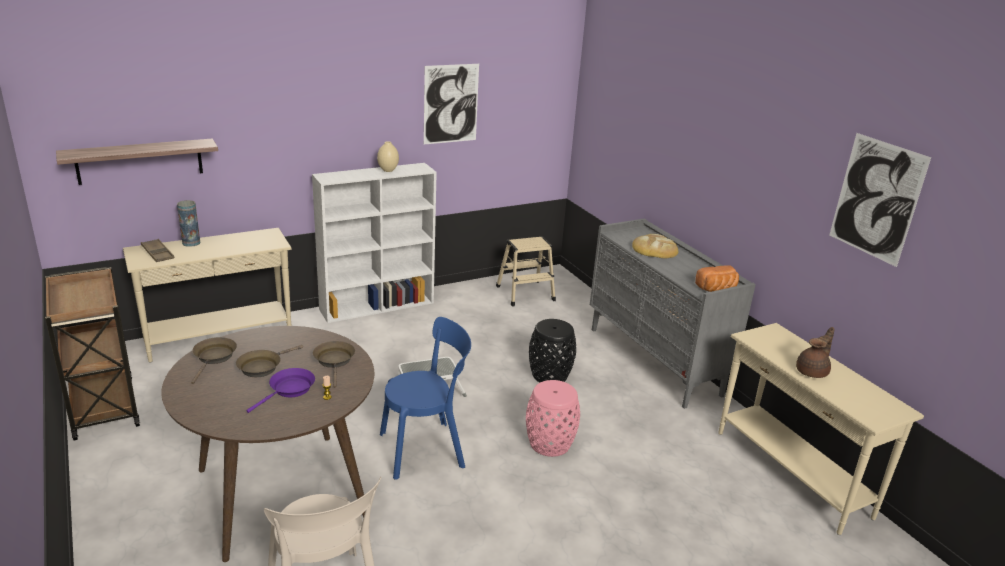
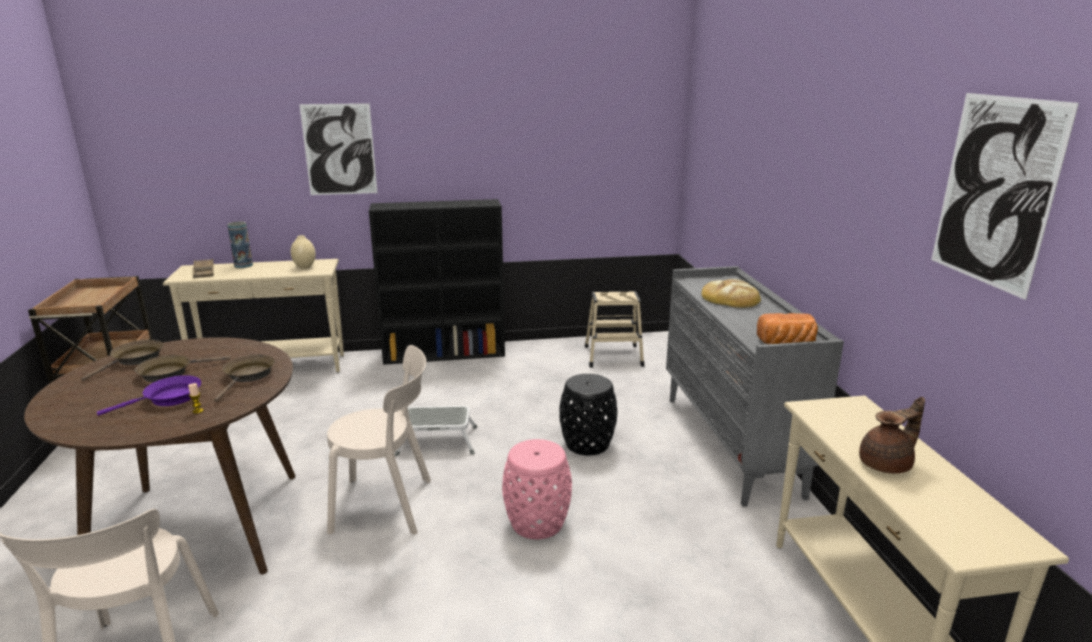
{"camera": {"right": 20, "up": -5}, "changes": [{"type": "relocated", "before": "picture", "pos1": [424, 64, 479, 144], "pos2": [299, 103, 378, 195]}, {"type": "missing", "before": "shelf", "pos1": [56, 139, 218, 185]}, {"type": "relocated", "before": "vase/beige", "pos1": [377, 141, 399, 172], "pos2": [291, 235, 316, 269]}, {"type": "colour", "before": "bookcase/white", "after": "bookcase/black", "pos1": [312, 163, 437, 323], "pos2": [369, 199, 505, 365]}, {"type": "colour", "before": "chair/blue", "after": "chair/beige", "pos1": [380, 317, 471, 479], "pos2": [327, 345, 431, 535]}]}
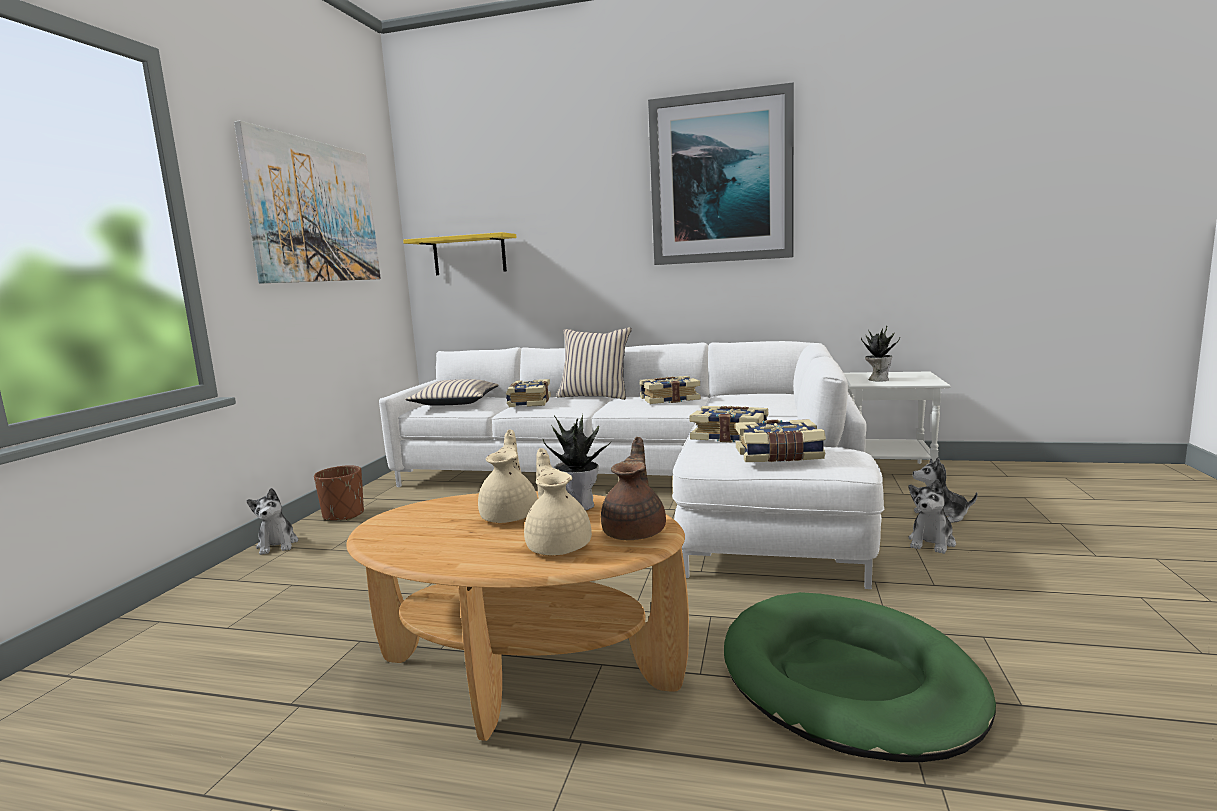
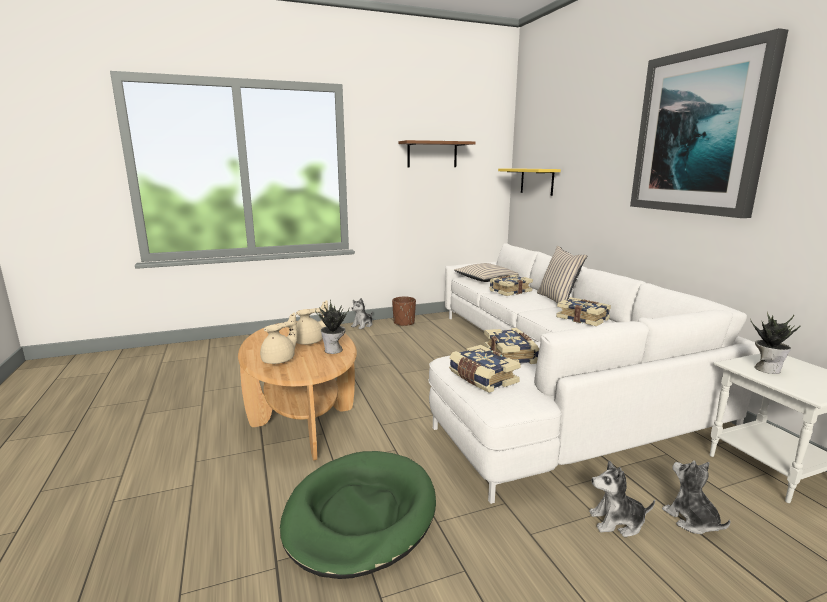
{"camera": {"right": 55, "up": 5}, "changes": [{"type": "exchanged", "before": "picture", "after": "shelf/brown", "pos1": [234, 121, 381, 284], "pos2": [399, 140, 476, 167]}, {"type": "missing", "before": "teapot/brown", "pos1": [601, 437, 666, 540]}]}
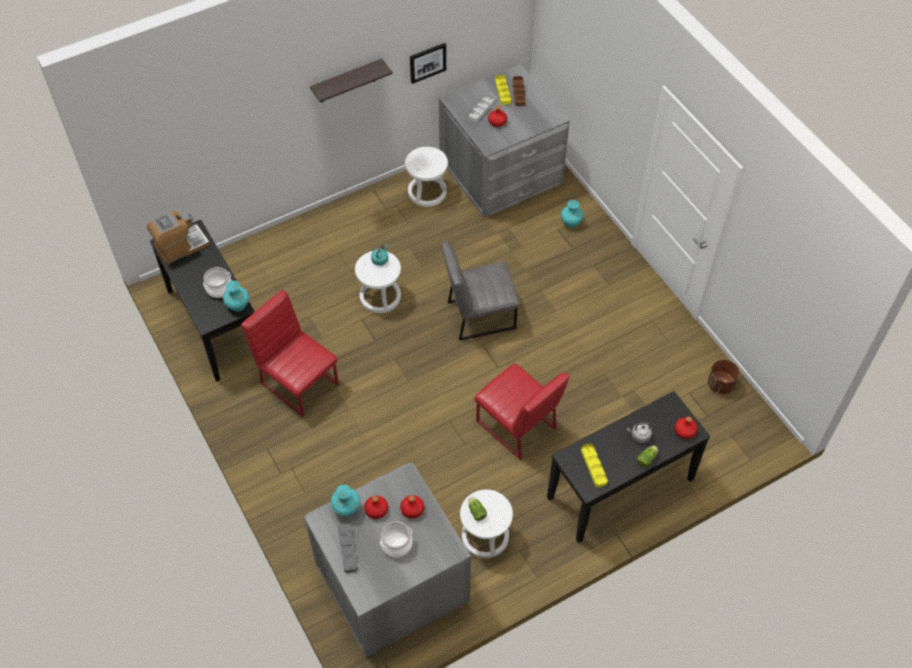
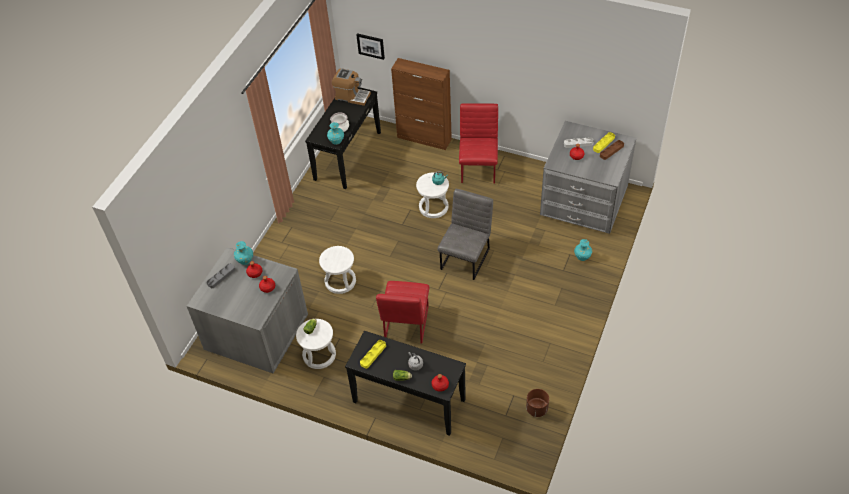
{"camera": {"right": 55, "up": -5}, "changes": [{"type": "relocated", "before": "picture", "pos1": [410, 43, 446, 84], "pos2": [356, 33, 385, 60]}, {"type": "missing", "before": "shelf", "pos1": [310, 59, 393, 102]}, {"type": "relocated", "before": "stool/white", "pos1": [405, 147, 448, 207], "pos2": [319, 246, 356, 294]}, {"type": "spun", "before": "chair/grey", "pos1": [441, 241, 519, 340], "pos2": [438, 189, 493, 280], "turn": 75}, {"type": "relocated", "before": "chair/red", "pos1": [241, 290, 339, 417], "pos2": [459, 103, 498, 183]}, {"type": "missing", "before": "cooking pot", "pos1": [380, 521, 413, 557]}, {"type": "appeared", "after": "cabinet/brown", "pos2": [391, 58, 452, 150]}]}
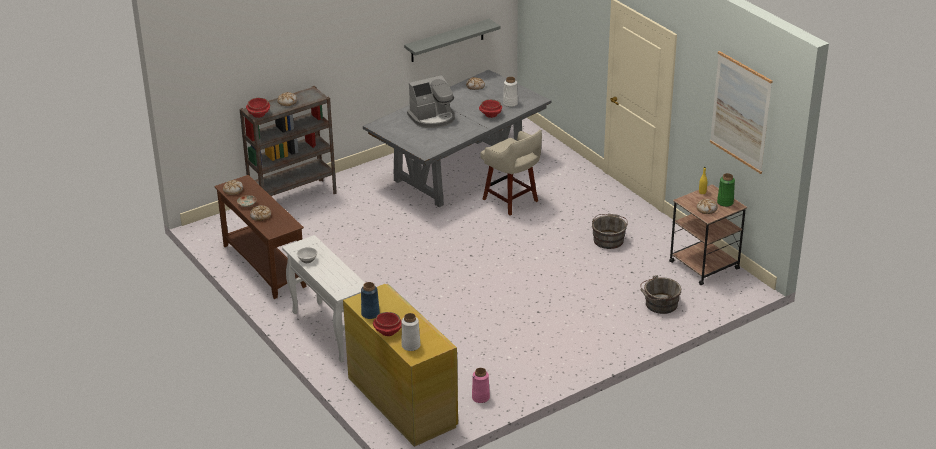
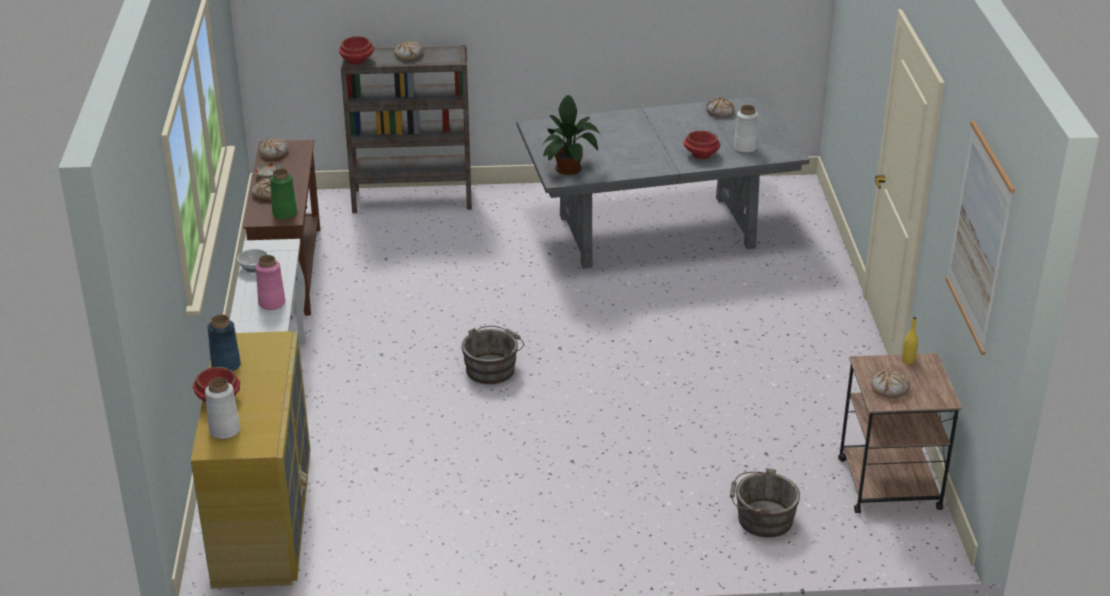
{"camera": {"right": 30, "up": 0}, "changes": [{"type": "missing", "before": "shelf/grey", "pos1": [404, 19, 501, 62]}, {"type": "missing", "before": "coffee machine", "pos1": [407, 75, 455, 128]}, {"type": "missing", "before": "stool/beige", "pos1": [480, 130, 542, 216]}, {"type": "relocated", "before": "vase/green", "pos1": [717, 173, 735, 207], "pos2": [270, 169, 297, 219]}, {"type": "relocated", "before": "bucket/grey", "pos1": [592, 213, 628, 249], "pos2": [462, 326, 524, 384]}, {"type": "relocated", "before": "vase/pink", "pos1": [472, 368, 490, 403], "pos2": [255, 255, 285, 310]}, {"type": "appeared", "after": "potted plant", "pos2": [543, 95, 602, 175]}]}
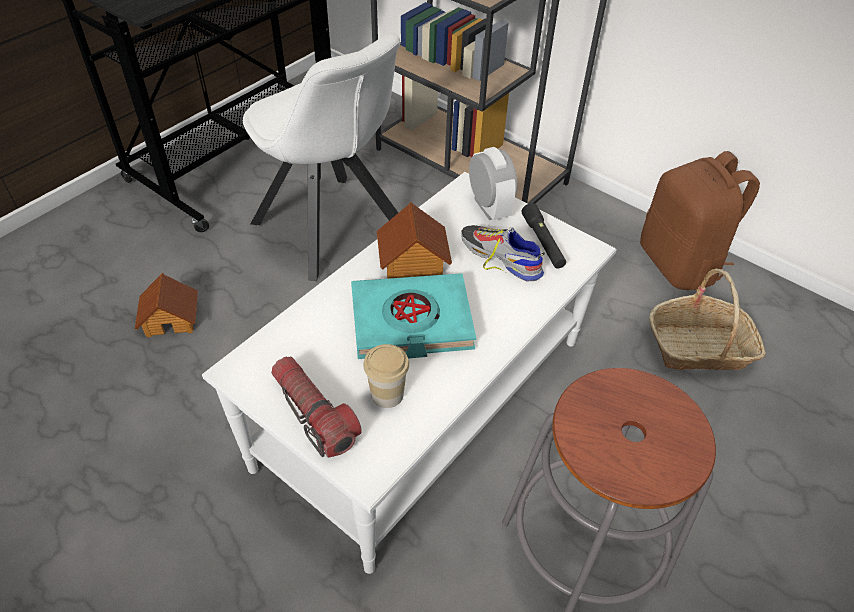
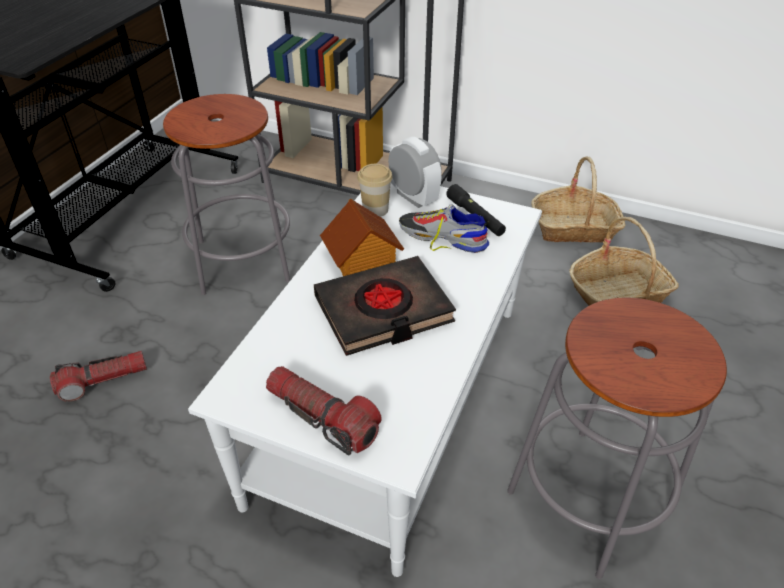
{"camera": {"right": -15, "up": -5}, "changes": [{"type": "exchanged", "before": "chair/white", "after": "stool/grey", "pos1": [243, 33, 400, 281], "pos2": [163, 94, 290, 295]}, {"type": "exchanged", "before": "backpack/brown", "after": "basket", "pos1": [640, 151, 760, 290], "pos2": [531, 157, 626, 243]}, {"type": "exchanged", "before": "toy house", "after": "flashlight", "pos1": [135, 273, 198, 337], "pos2": [50, 351, 147, 402]}, {"type": "colour", "before": "book/turquoise", "after": "book/black", "pos1": [351, 273, 476, 359], "pos2": [314, 256, 456, 356]}, {"type": "relocated", "before": "cup", "pos1": [363, 344, 409, 408], "pos2": [357, 164, 393, 217]}]}
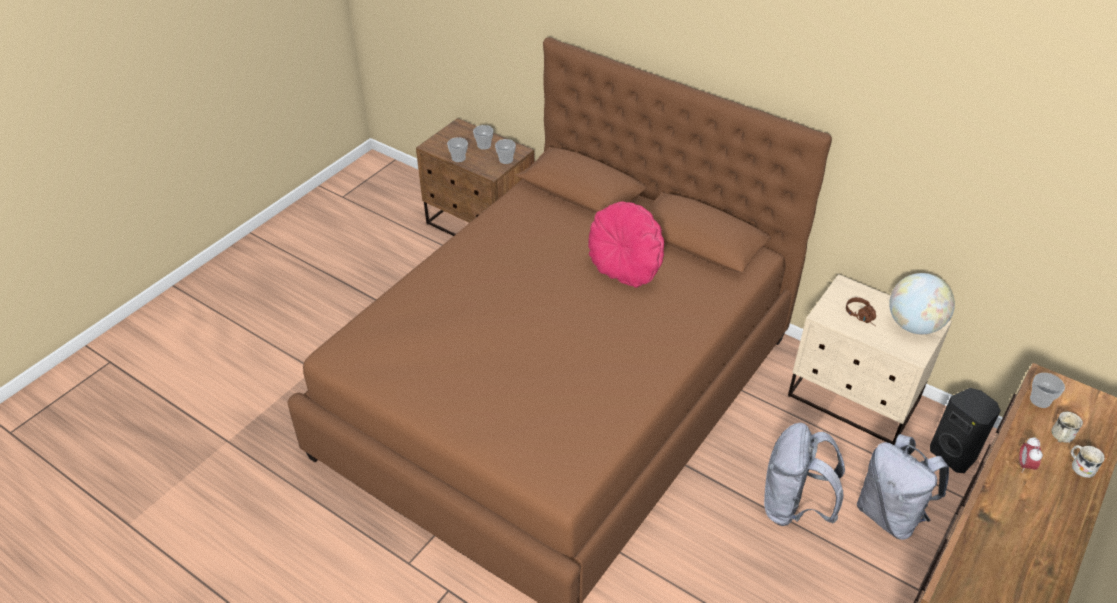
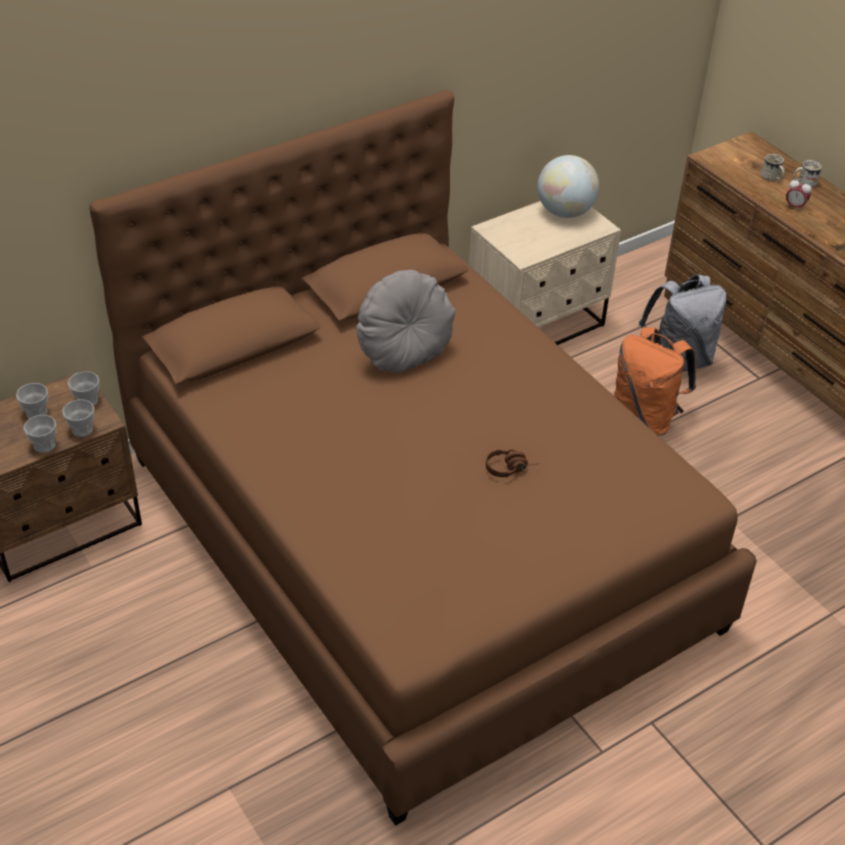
{"camera": {"right": -70, "up": 0}, "changes": [{"type": "colour", "before": "pillow/pink", "after": "pillow/grey", "pos1": [588, 201, 664, 288], "pos2": [356, 270, 455, 373]}, {"type": "relocated", "before": "headphones/brown", "pos1": [846, 297, 876, 326], "pos2": [486, 449, 539, 478]}, {"type": "relocated", "before": "cup", "pos1": [1030, 373, 1065, 408], "pos2": [62, 399, 94, 437]}, {"type": "missing", "before": "speaker/black", "pos1": [930, 388, 1001, 473]}, {"type": "colour", "before": "backpack/grey", "after": "backpack/orange", "pos1": [764, 423, 845, 526], "pos2": [614, 327, 696, 436]}]}
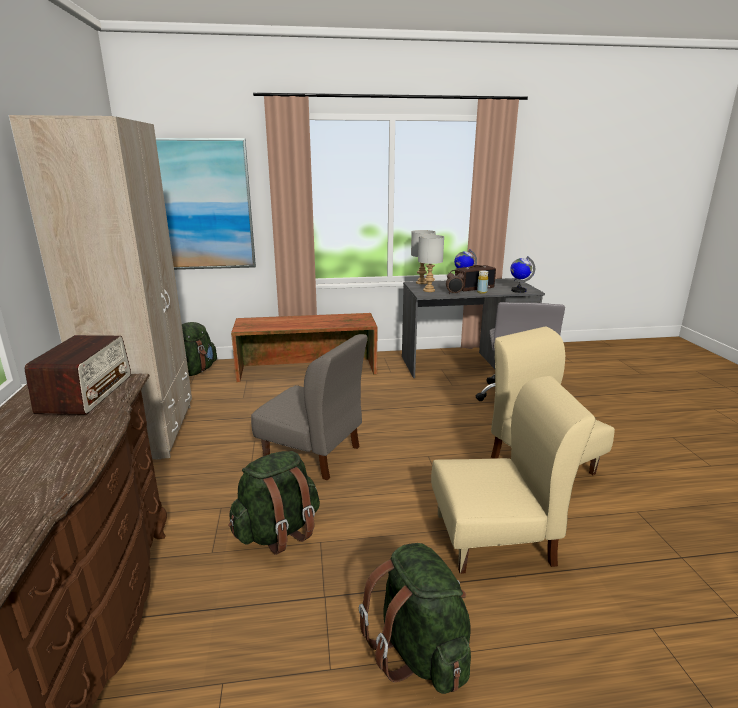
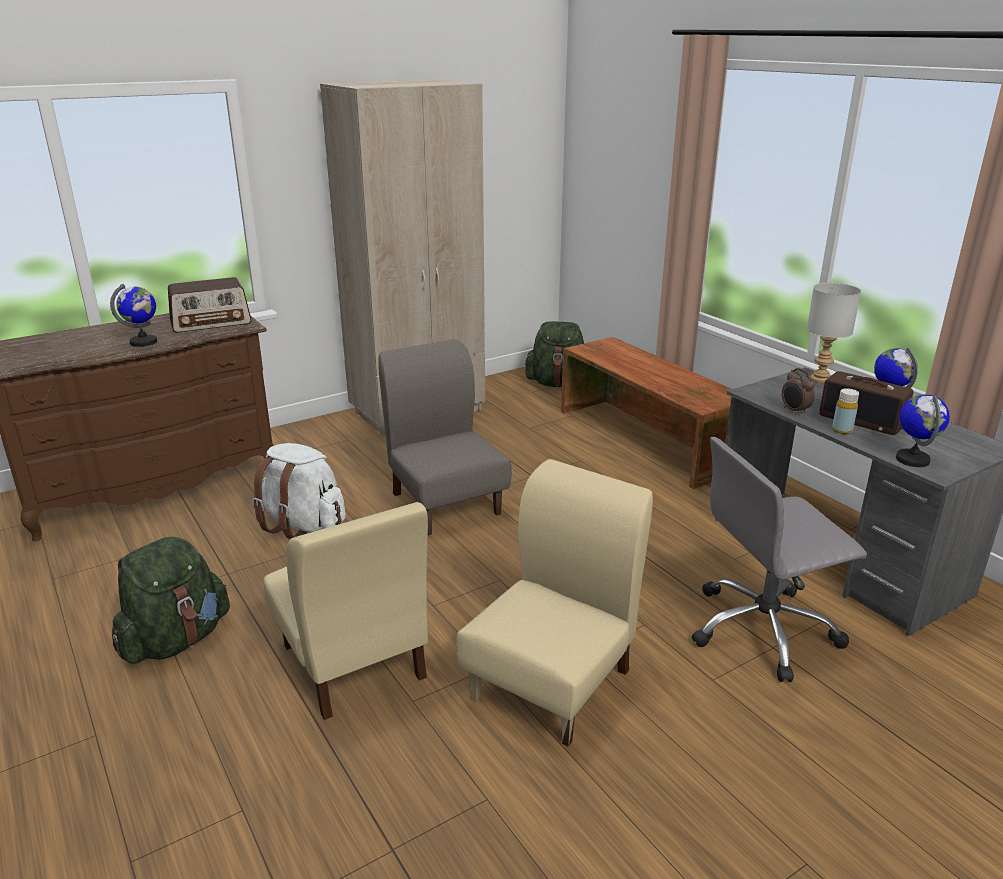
{"camera": {"right": 65, "up": 5}, "changes": [{"type": "missing", "before": "picture", "pos1": [156, 138, 256, 270]}, {"type": "missing", "before": "table lamp/grey", "pos1": [418, 235, 444, 292]}, {"type": "spun", "before": "chair/grey", "pos1": [251, 334, 368, 480], "pos2": [378, 339, 512, 535], "turn": 150}, {"type": "colour", "before": "backpack/green", "after": "backpack/white", "pos1": [229, 451, 320, 555], "pos2": [252, 443, 346, 539]}, {"type": "appeared", "after": "globe", "pos2": [110, 283, 157, 347]}]}
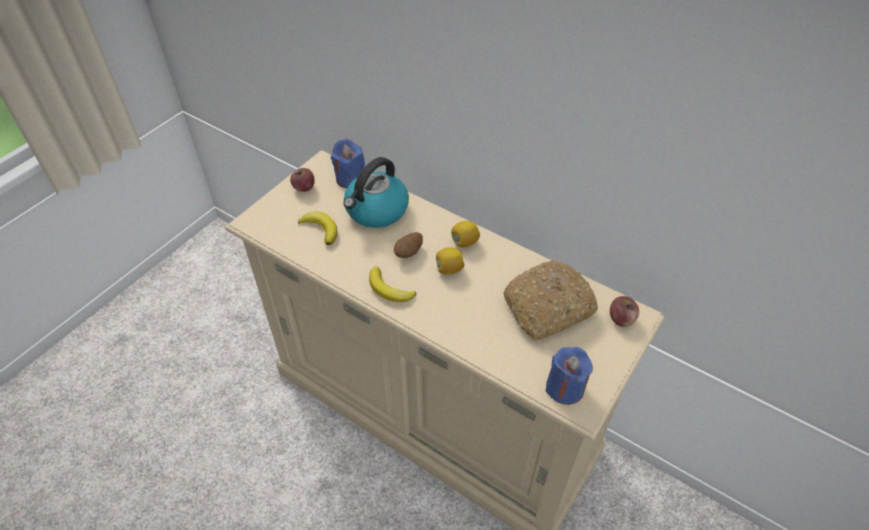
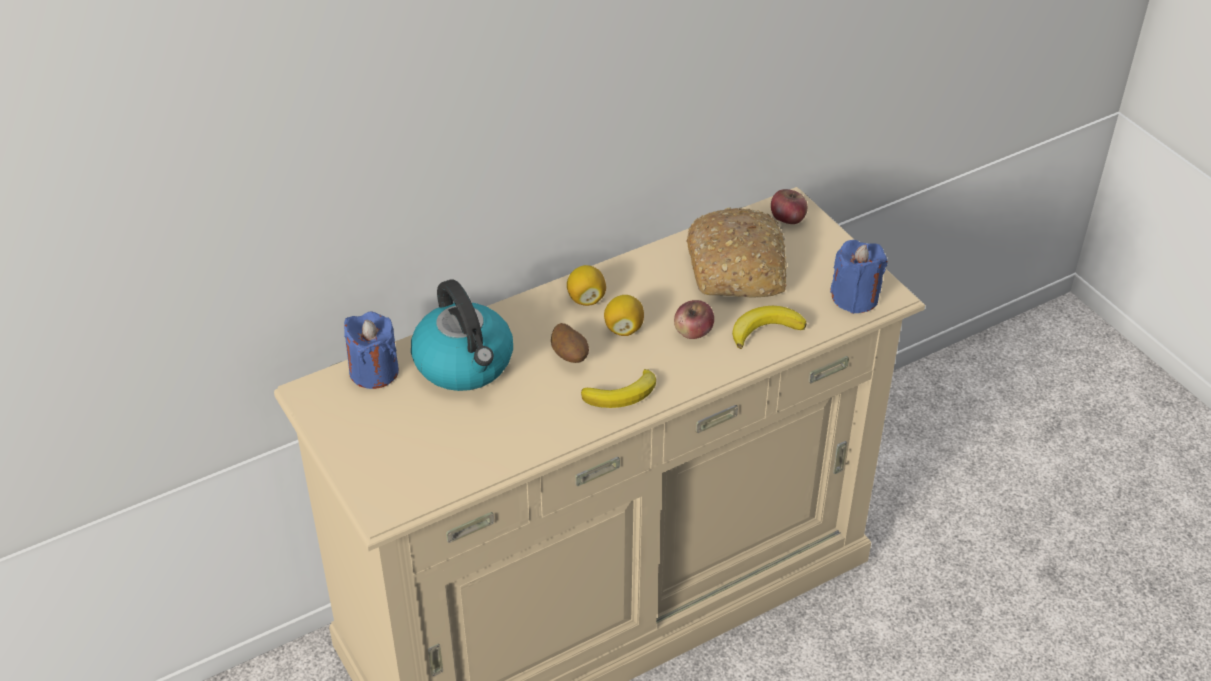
{"camera": {"right": -65, "up": -5}, "changes": [{"type": "relocated", "before": "apple", "pos1": [290, 168, 315, 192], "pos2": [674, 300, 714, 339]}, {"type": "relocated", "before": "banana", "pos1": [298, 211, 338, 245], "pos2": [732, 306, 807, 349]}]}
